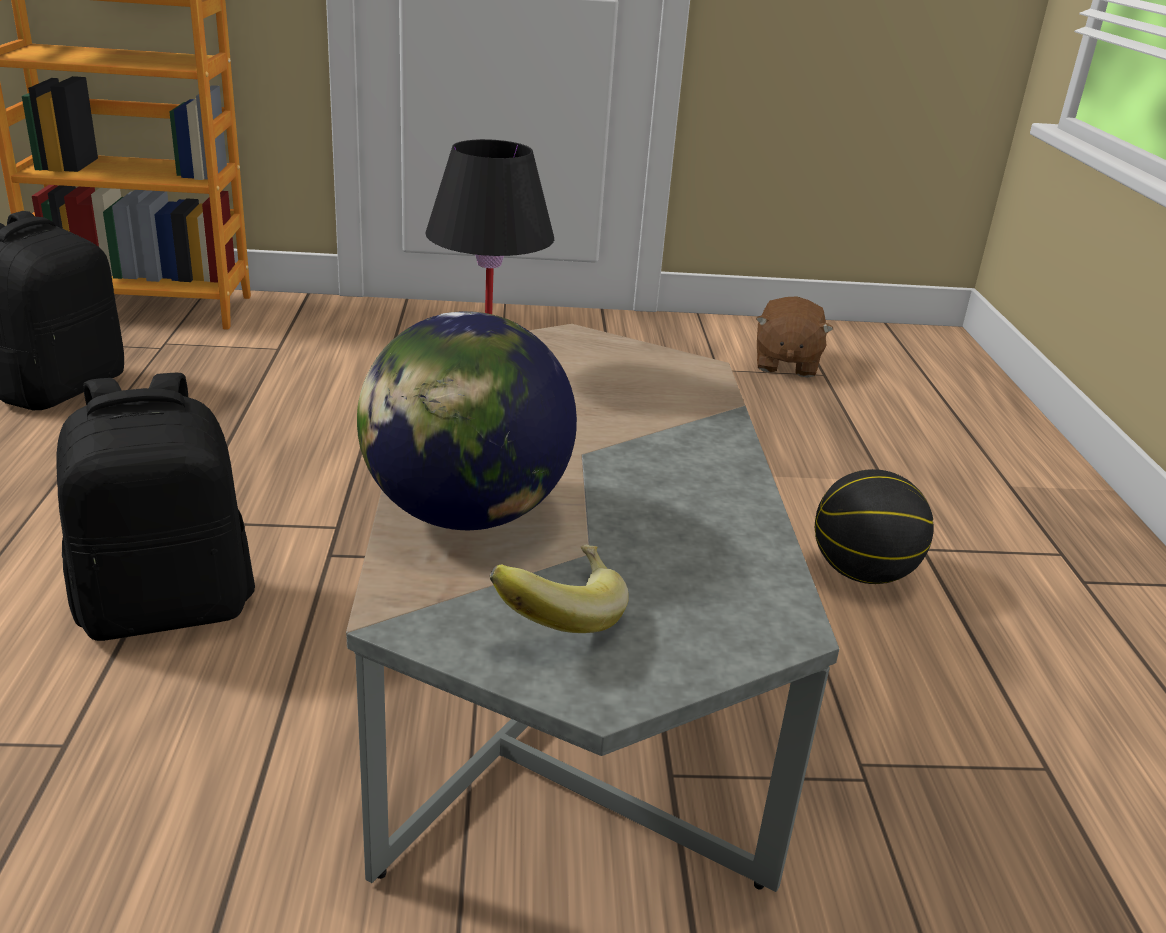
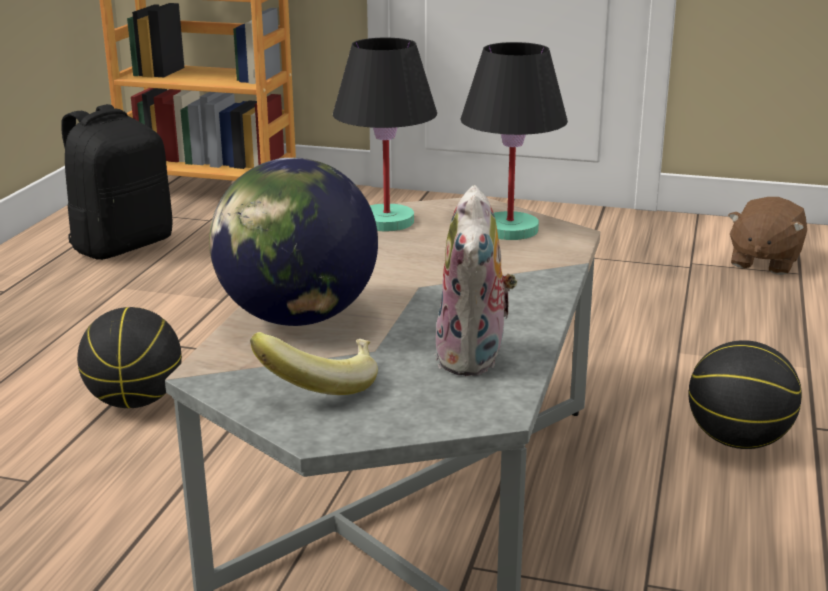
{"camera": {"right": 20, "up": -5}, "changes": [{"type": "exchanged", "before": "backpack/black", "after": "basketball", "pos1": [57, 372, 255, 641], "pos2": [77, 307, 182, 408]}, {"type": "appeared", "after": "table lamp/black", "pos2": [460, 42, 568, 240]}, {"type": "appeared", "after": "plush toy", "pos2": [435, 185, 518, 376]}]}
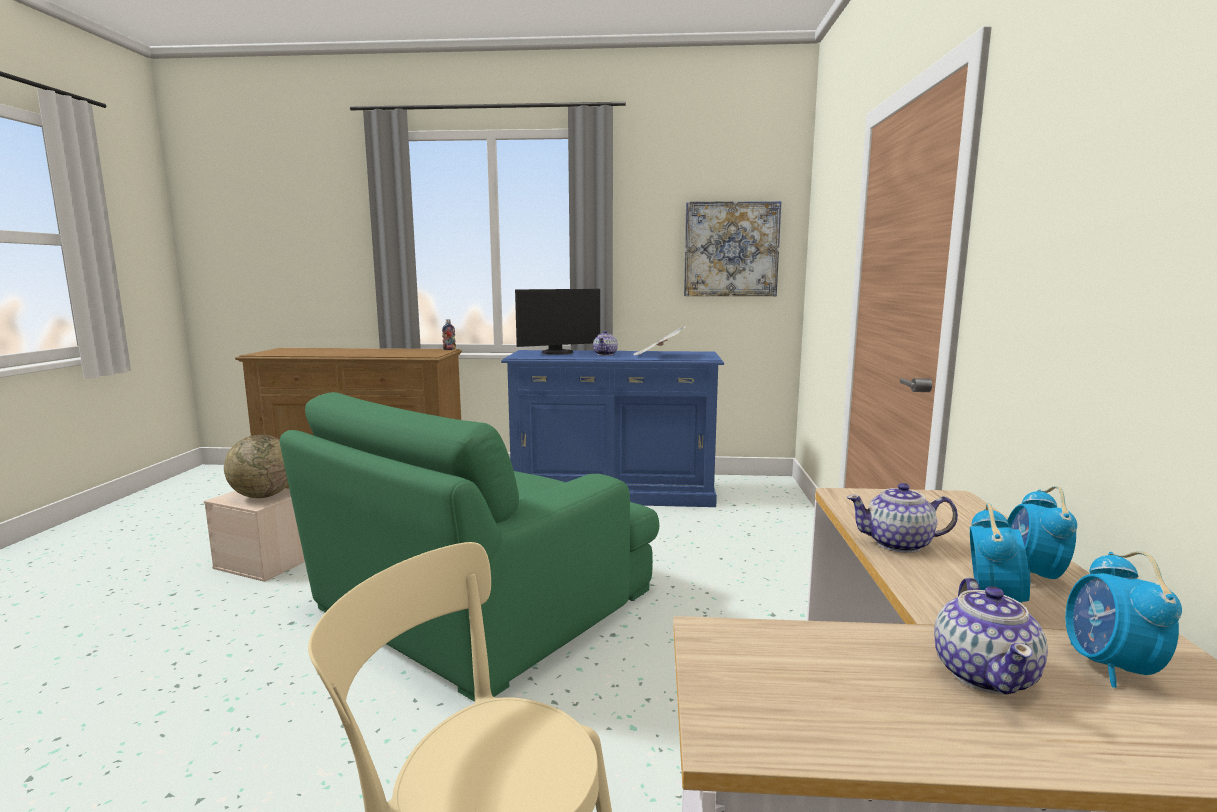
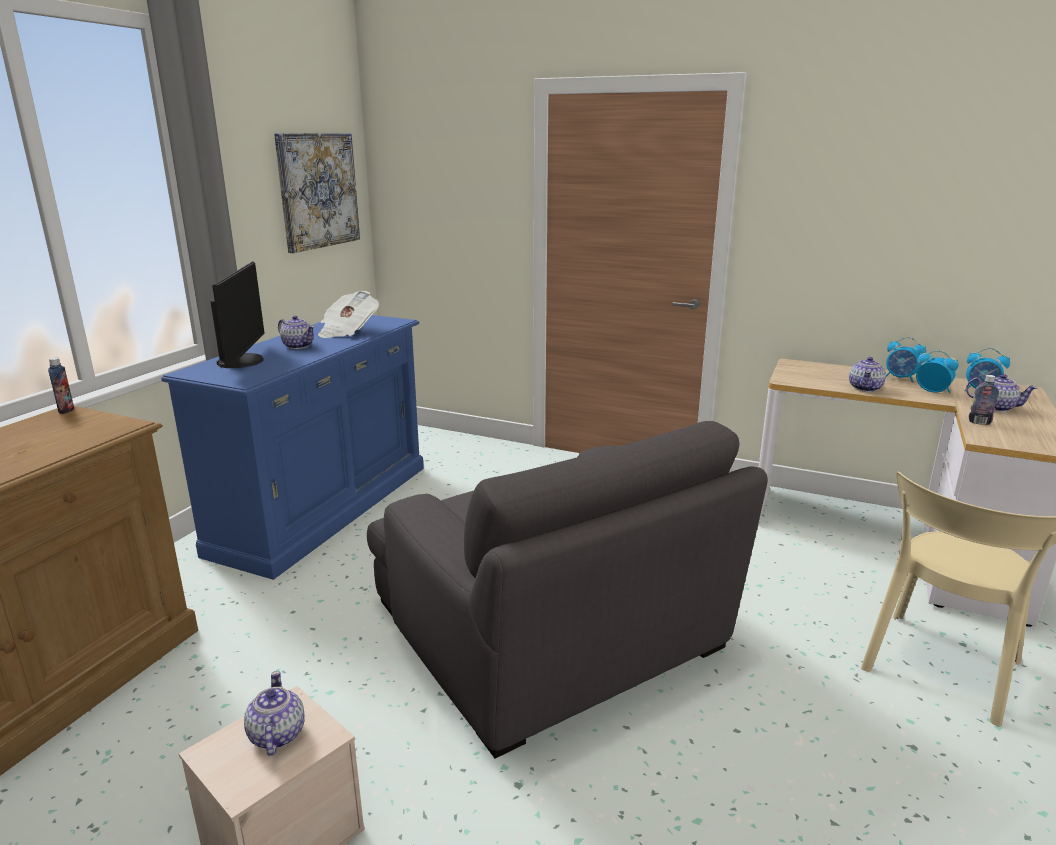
{"camera": {"right": -70, "up": 10}, "changes": [{"type": "colour", "before": "armchair/green", "after": "armchair/grey", "pos1": [280, 392, 659, 702], "pos2": [367, 421, 768, 758]}, {"type": "exchanged", "before": "globe", "after": "teapot", "pos1": [224, 435, 288, 498], "pos2": [244, 671, 305, 756]}, {"type": "appeared", "after": "bottle", "pos2": [969, 375, 999, 425]}]}
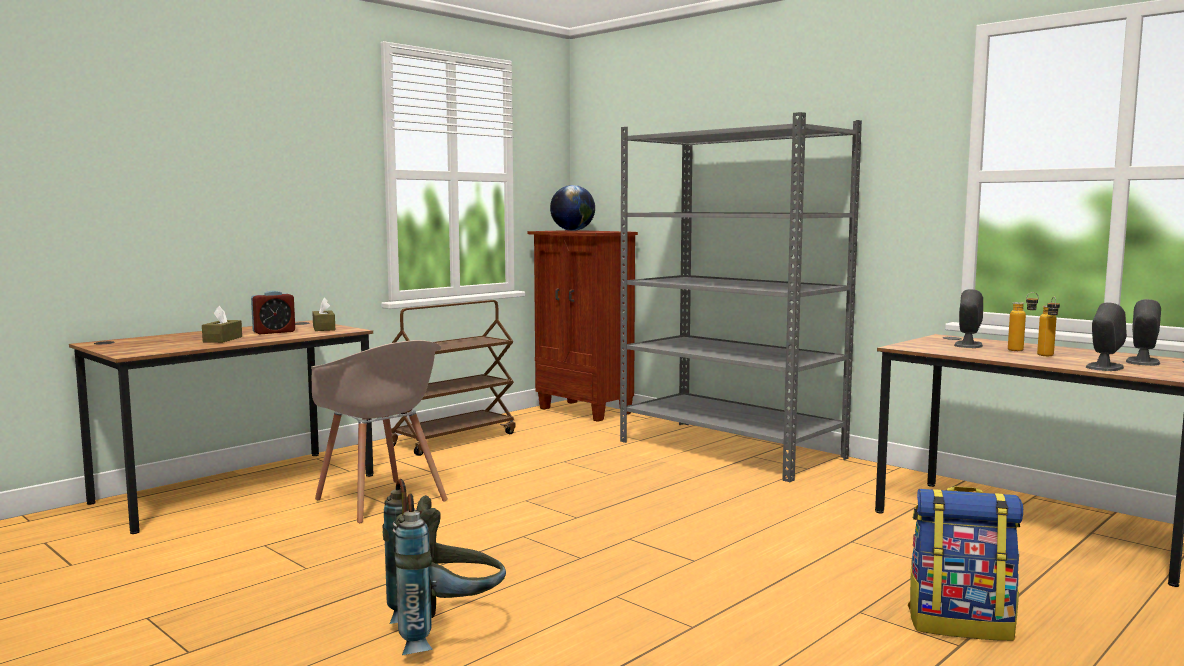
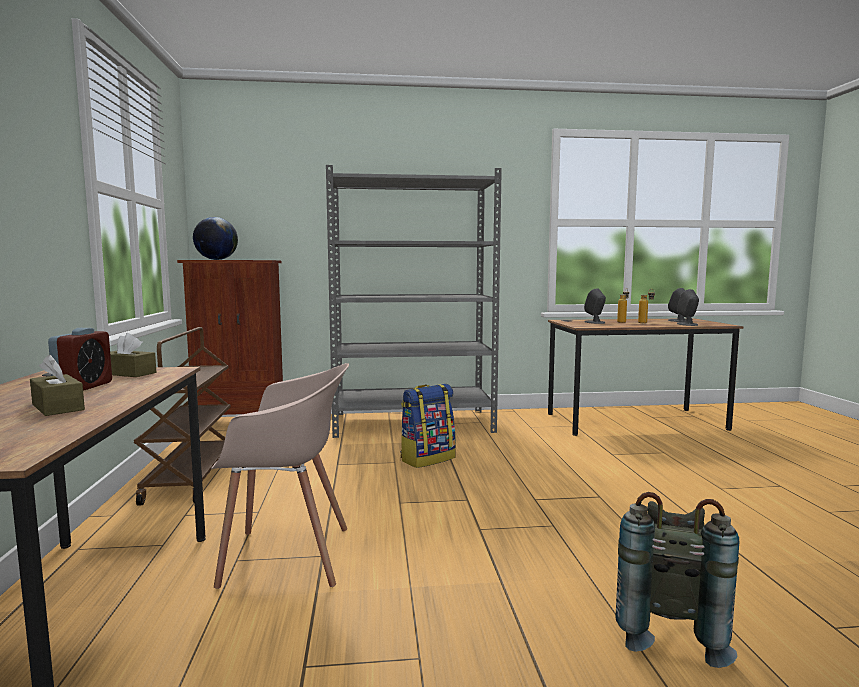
{"camera": {"right": -50, "up": 0}, "changes": [{"type": "relocated", "before": "backpack", "pos1": [908, 486, 1023, 641], "pos2": [401, 384, 456, 468]}]}
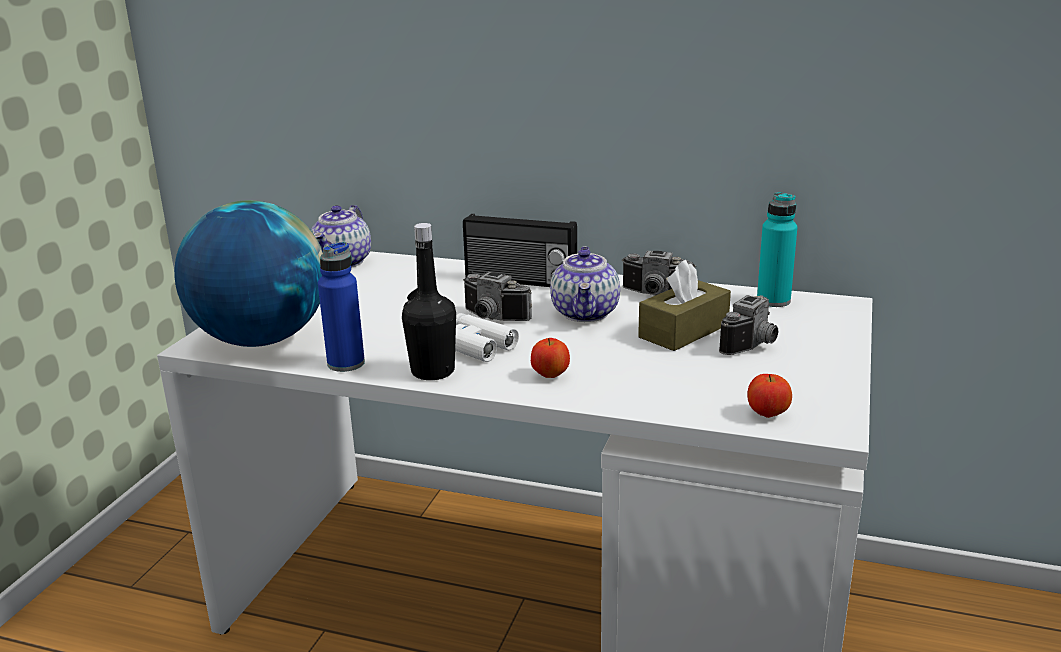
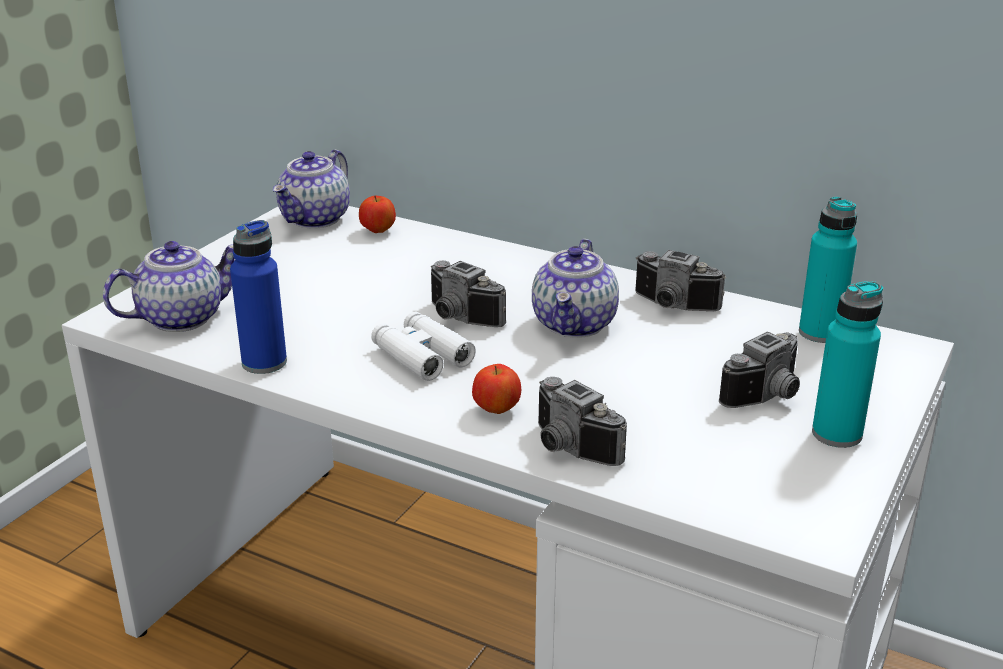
{"camera": {"right": 10, "up": 5}, "changes": [{"type": "exchanged", "before": "globe", "after": "teapot", "pos1": [174, 200, 323, 347], "pos2": [103, 241, 235, 332]}, {"type": "missing", "before": "radio", "pos1": [463, 214, 577, 287]}, {"type": "missing", "before": "bottle/black", "pos1": [402, 223, 456, 380]}, {"type": "missing", "before": "tissue box/brown", "pos1": [638, 260, 731, 351]}, {"type": "relocated", "before": "apple", "pos1": [747, 374, 792, 418], "pos2": [359, 196, 396, 233]}, {"type": "appeared", "after": "bottle/turquoise", "pos2": [812, 281, 883, 448]}, {"type": "appeared", "after": "photo camera", "pos2": [538, 377, 627, 466]}]}
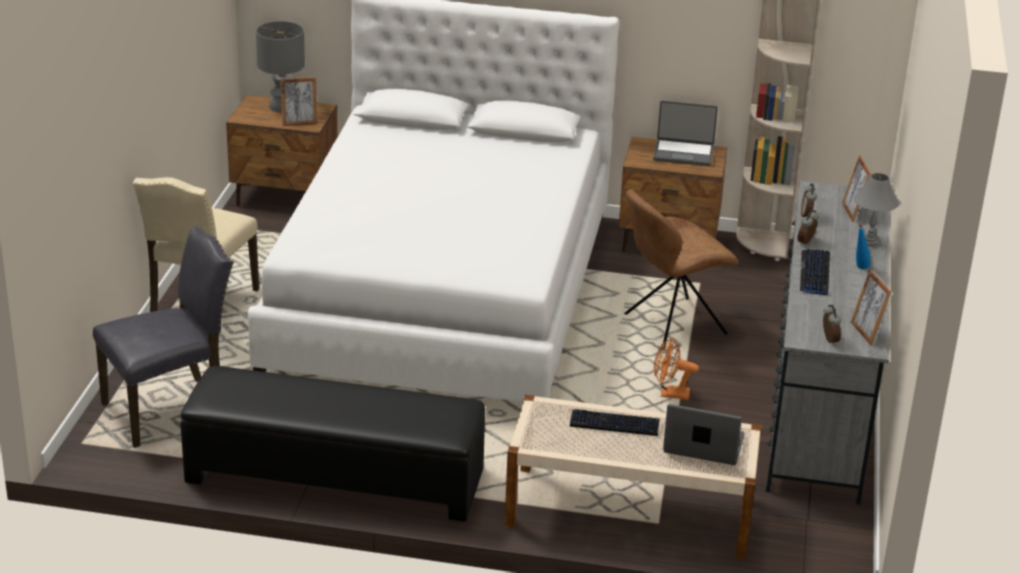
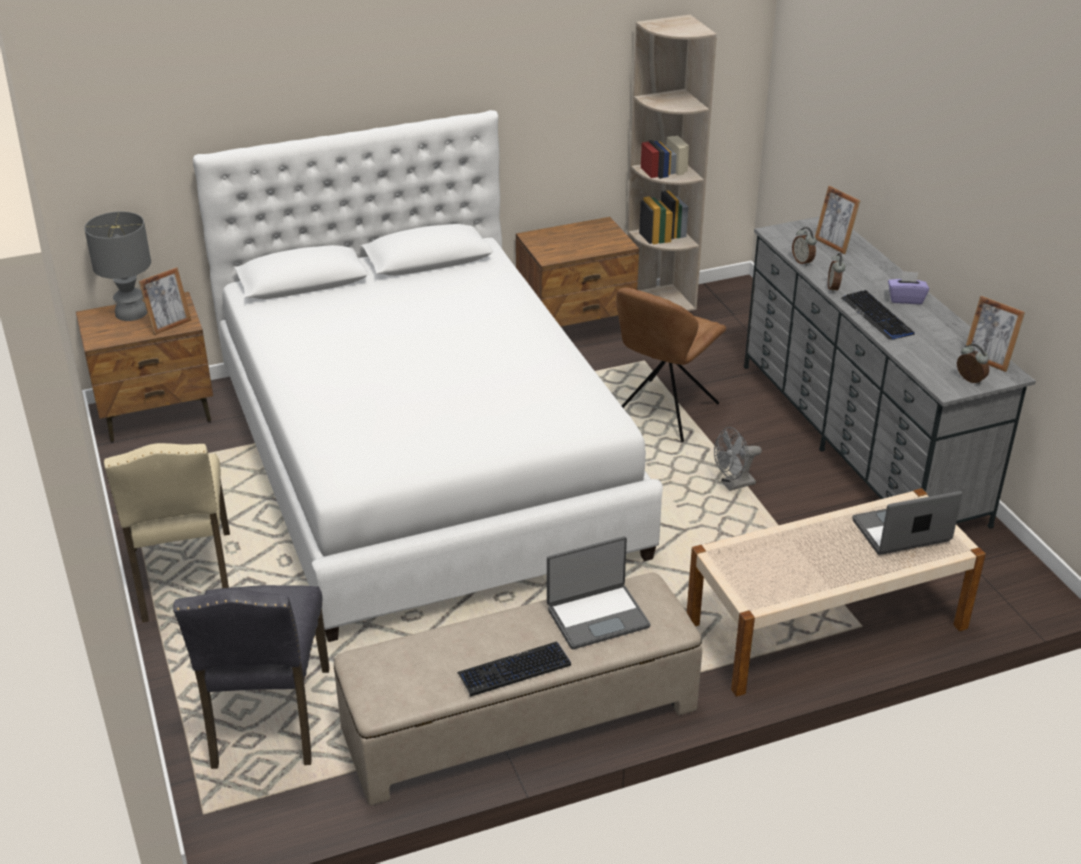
{"camera": {"right": -30, "up": 5}, "changes": [{"type": "relocated", "before": "laptop", "pos1": [653, 100, 718, 166], "pos2": [547, 536, 651, 650]}, {"type": "missing", "before": "table lamp/grey", "pos1": [853, 173, 899, 247]}, {"type": "exchanged", "before": "bottle/blue", "after": "tissue box/purple", "pos1": [856, 223, 871, 269], "pos2": [888, 271, 929, 304]}, {"type": "spun", "before": "chair/grey", "pos1": [93, 226, 234, 448], "pos2": [173, 585, 329, 769], "turn": 150}, {"type": "colour", "before": "fan/orange", "after": "fan/grey", "pos1": [654, 337, 699, 400], "pos2": [714, 427, 762, 491]}, {"type": "colour", "before": "bench/black", "after": "bench/beige", "pos1": [180, 365, 485, 522], "pos2": [334, 573, 702, 806]}, {"type": "relocated", "before": "keyboard", "pos1": [570, 409, 660, 436], "pos2": [457, 642, 571, 697]}]}
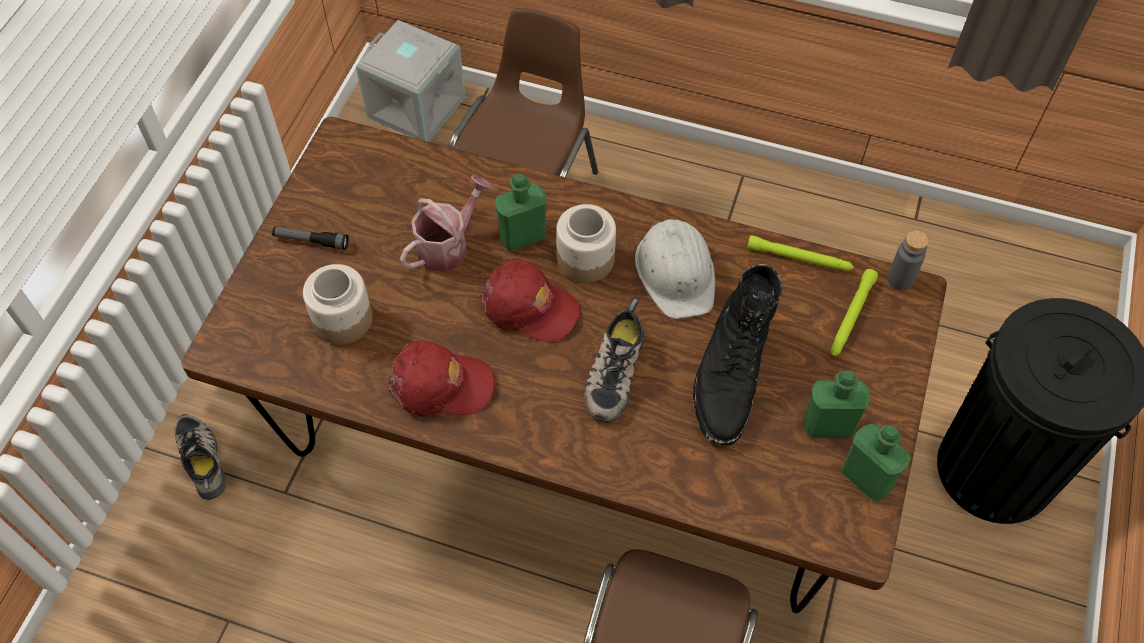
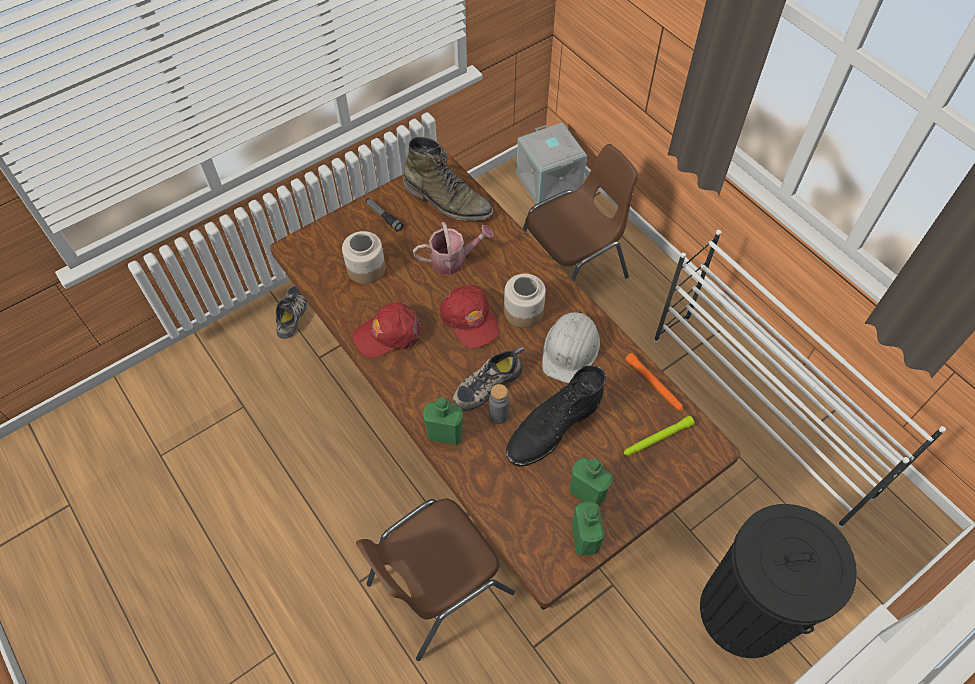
{"camera": {"right": 35, "up": 0}, "changes": [{"type": "relocated", "before": "bottle/green", "pos1": [495, 174, 546, 251], "pos2": [423, 397, 463, 445]}, {"type": "relocated", "before": "bottle/grey", "pos1": [887, 230, 929, 290], "pos2": [489, 384, 509, 424]}, {"type": "colour", "before": "flashlight/green", "after": "flashlight/orange", "pos1": [747, 235, 853, 271], "pos2": [625, 353, 683, 411]}, {"type": "spun", "before": "cap/red", "pos1": [388, 341, 495, 417], "pos2": [352, 302, 423, 358], "turn": 120}, {"type": "appeared", "after": "boot/green", "pos2": [403, 137, 494, 221]}, {"type": "appeared", "after": "shoe rack/white", "pos2": [654, 230, 946, 528]}]}
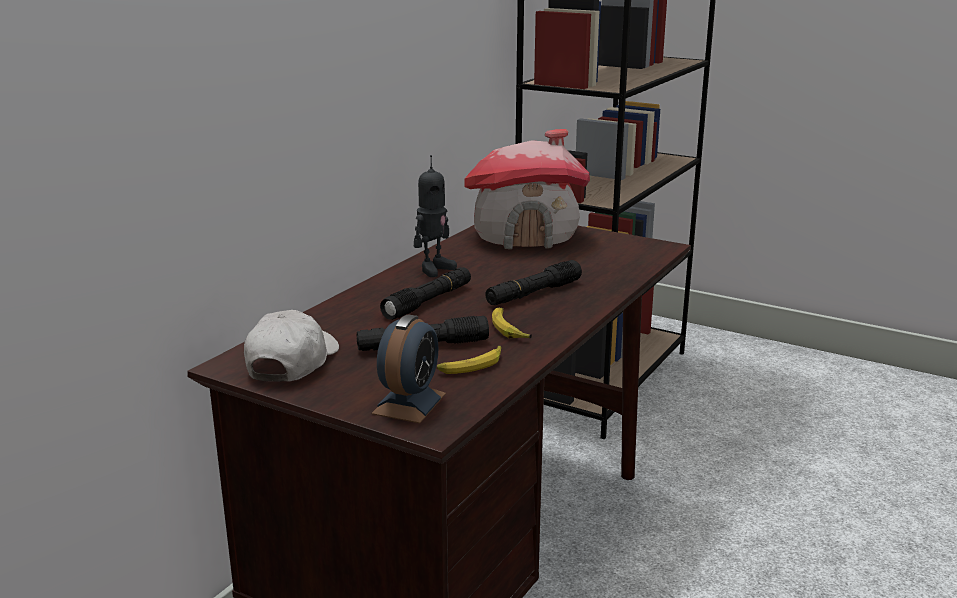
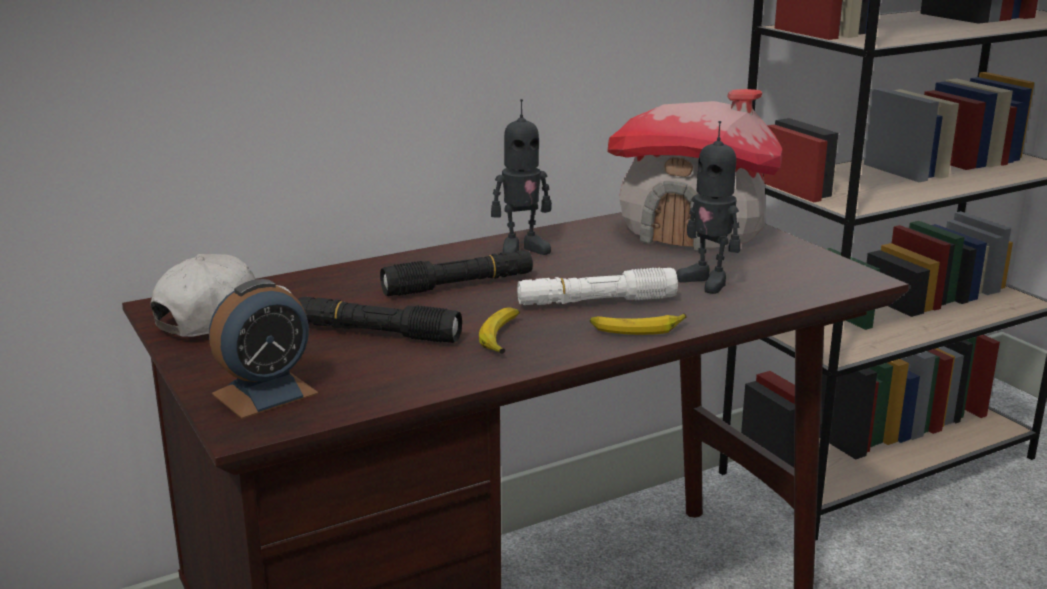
{"camera": {"right": 30, "up": 0}, "changes": [{"type": "colour", "before": "flashlight/black", "after": "flashlight/white", "pos1": [485, 260, 582, 305], "pos2": [517, 268, 678, 305]}, {"type": "relocated", "before": "banana", "pos1": [437, 345, 502, 374], "pos2": [590, 313, 687, 335]}, {"type": "appeared", "after": "toy robot", "pos2": [676, 121, 740, 294]}]}
